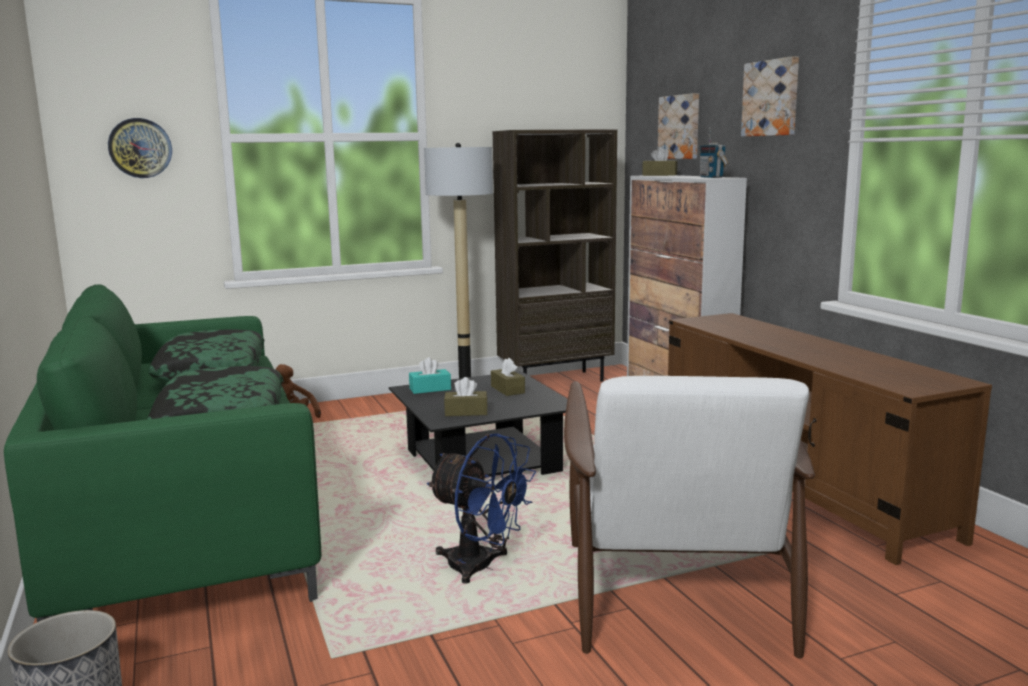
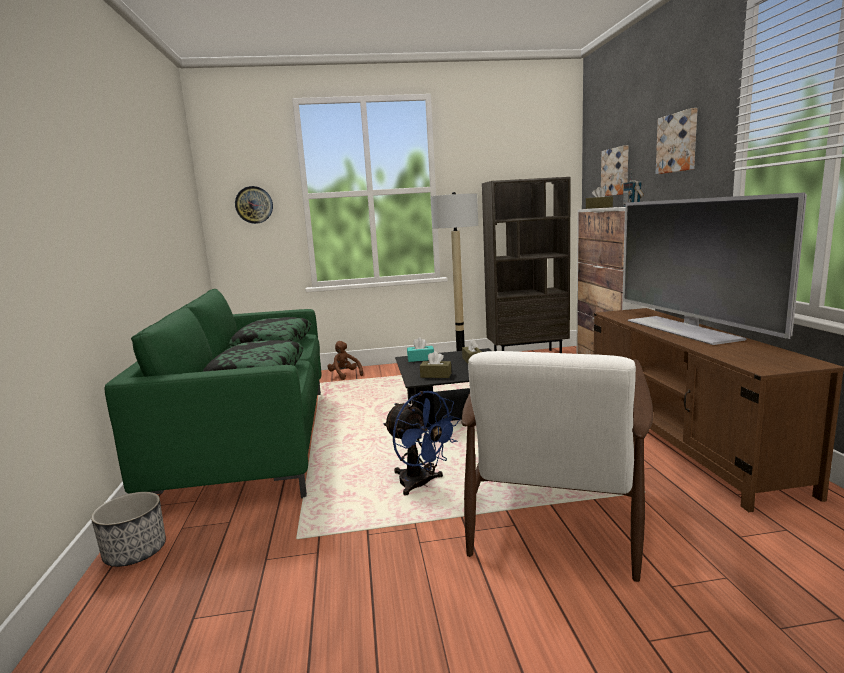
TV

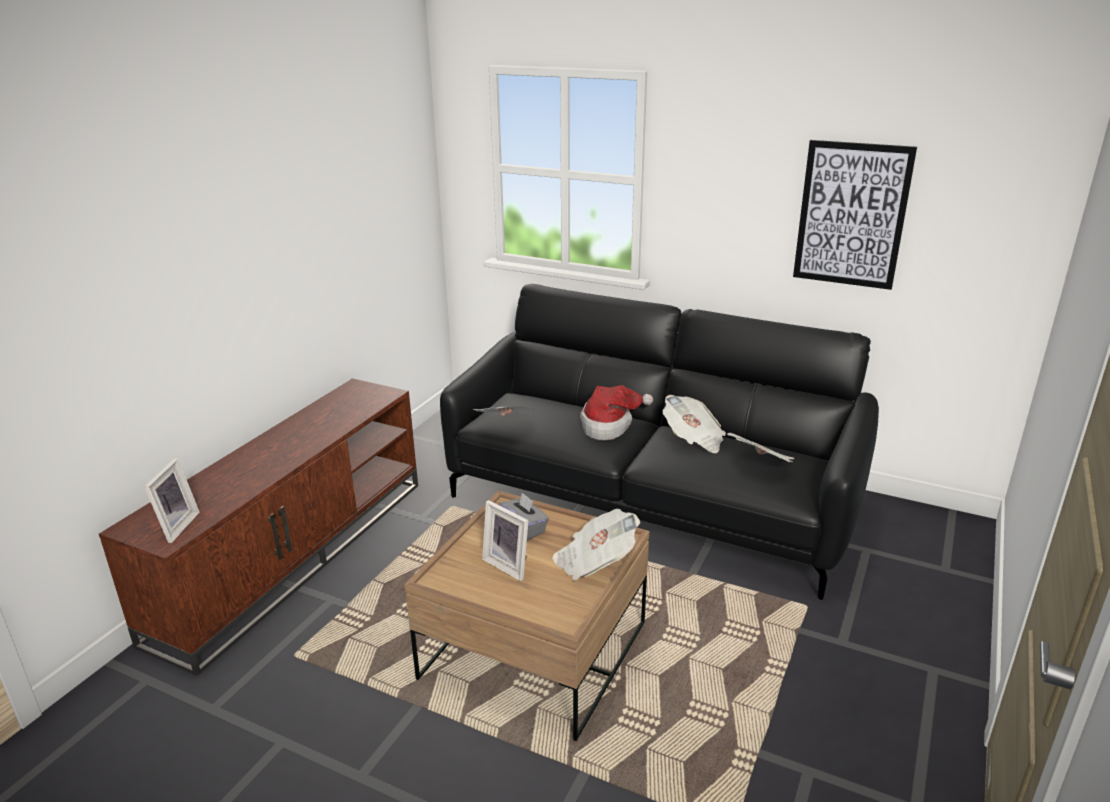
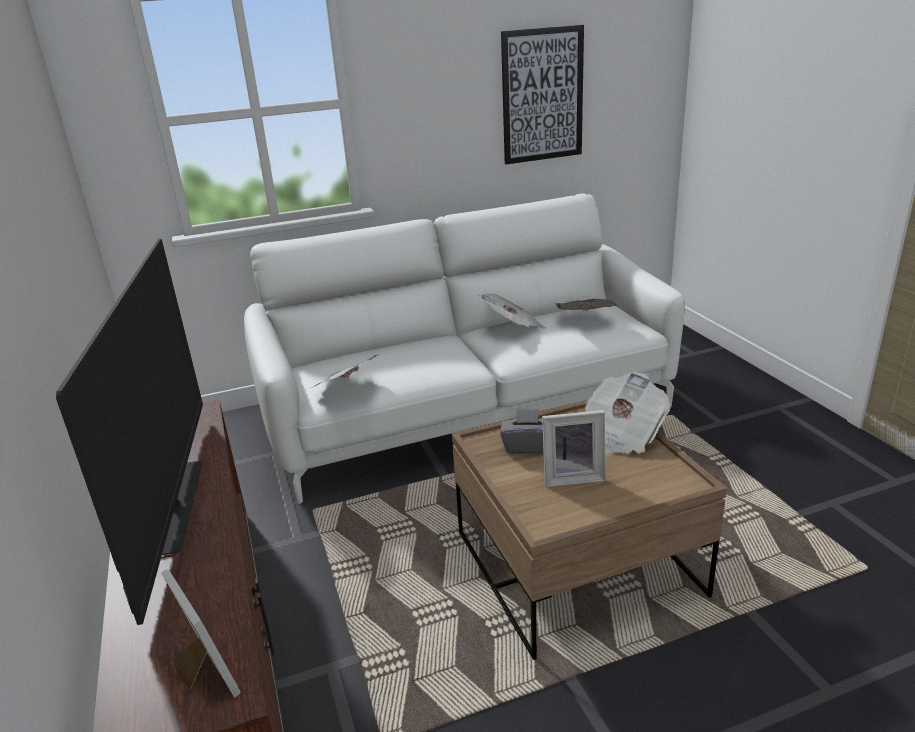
TV
settee (white-coloured)
hat

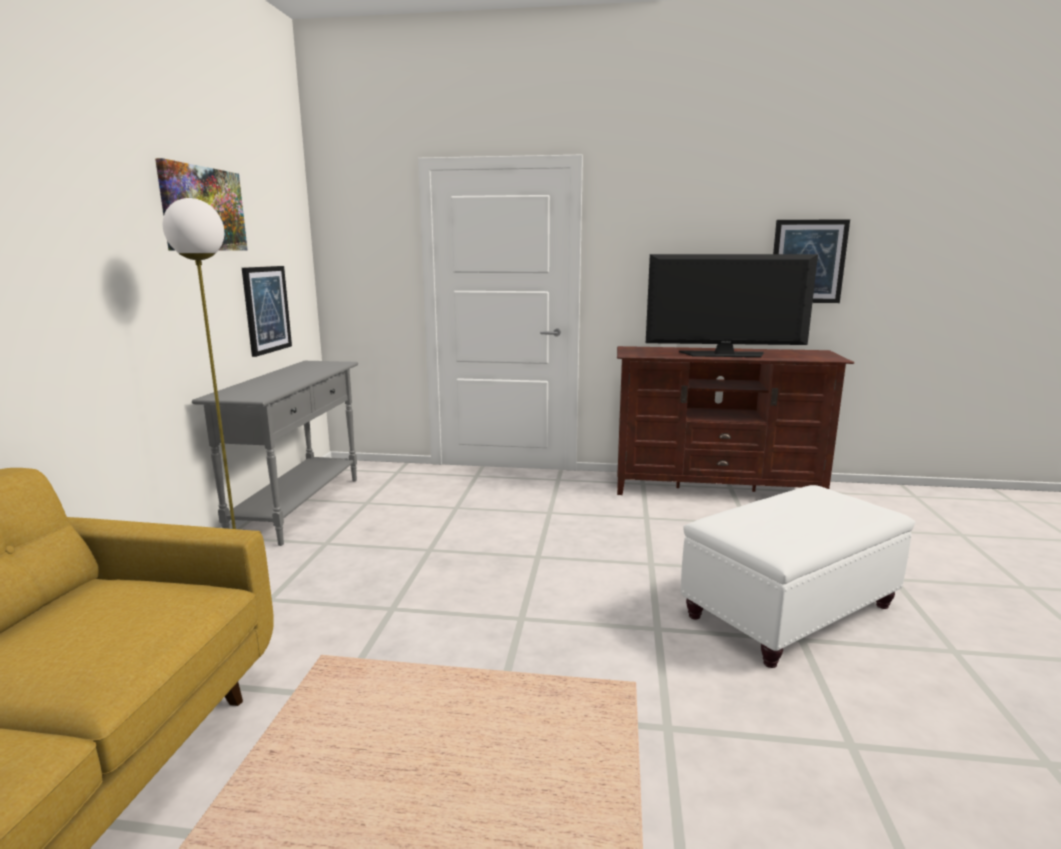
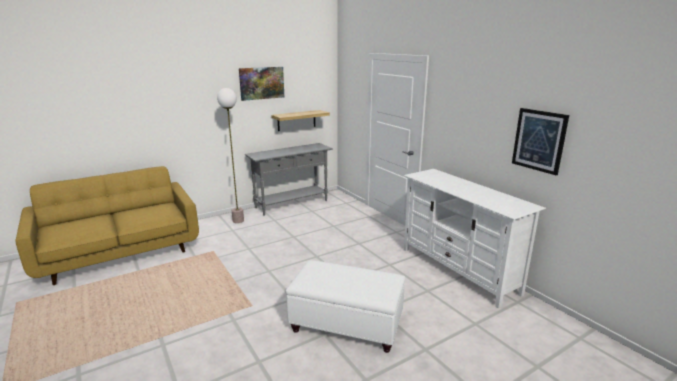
wall shelf
tv stand (white-coloured)
TV

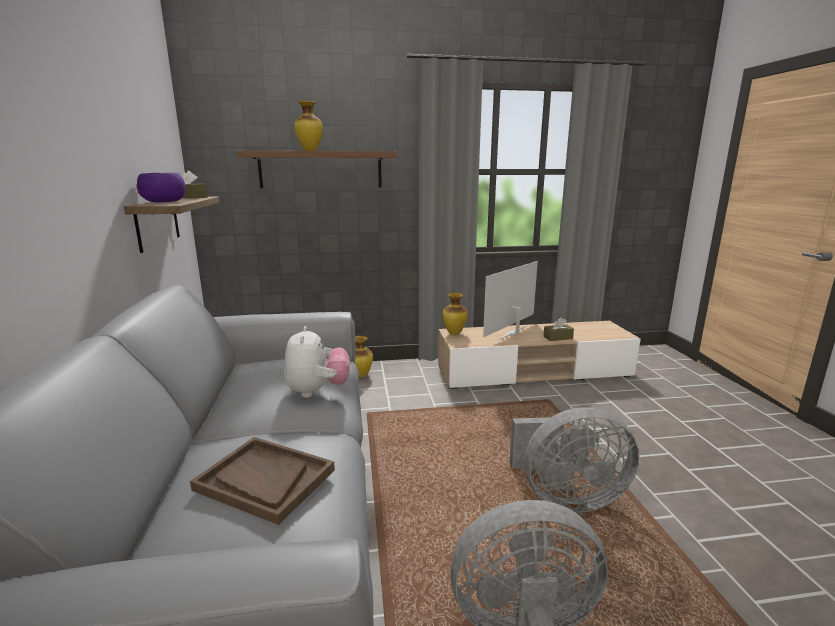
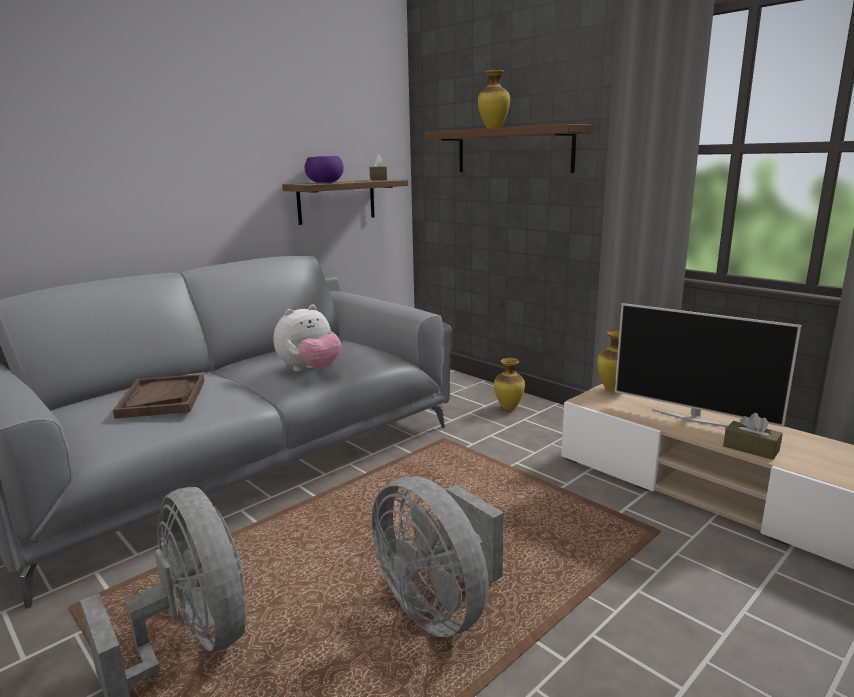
TV

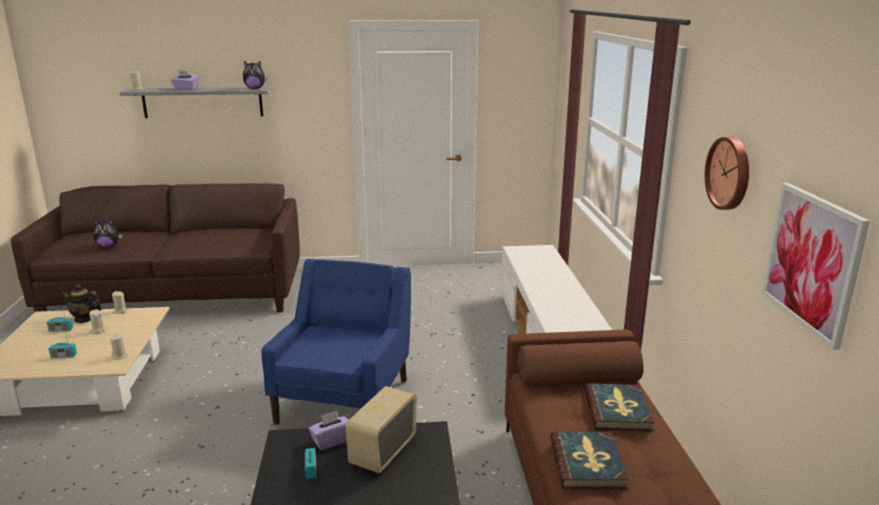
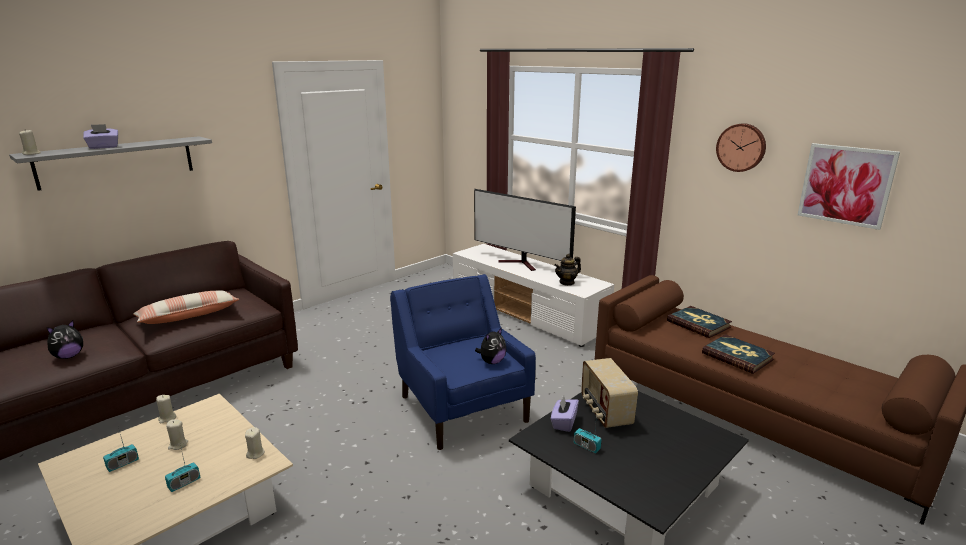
cushion
TV
soft toy (2nd from left)
pot for tea

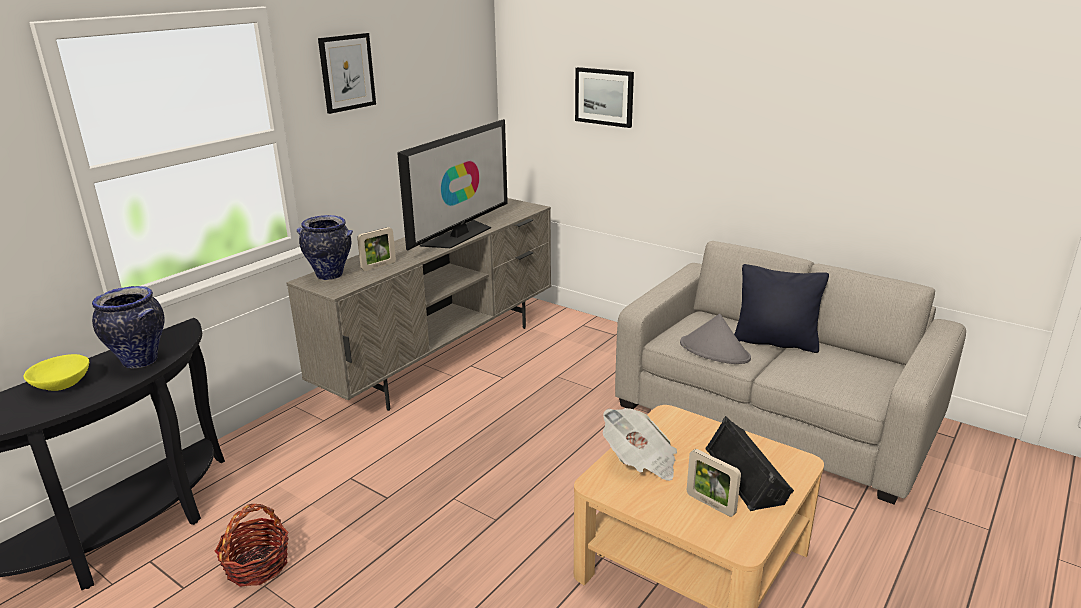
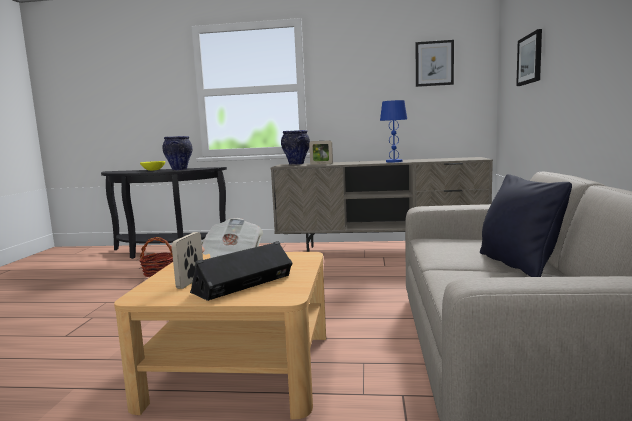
lamp for a table (bluish)
picture (1st from left)
hat (greyish)

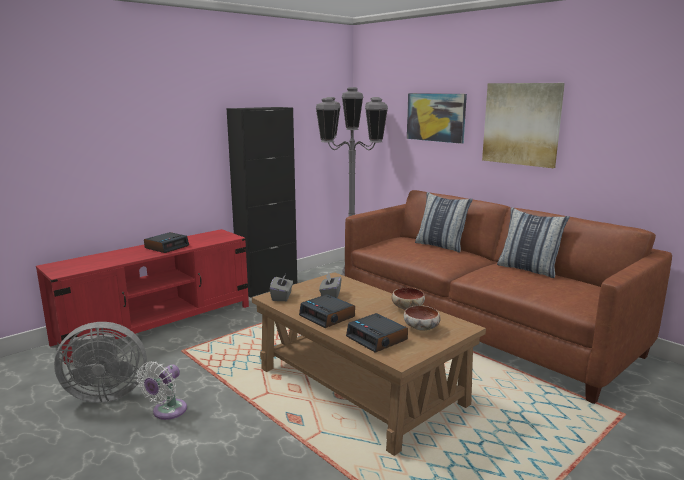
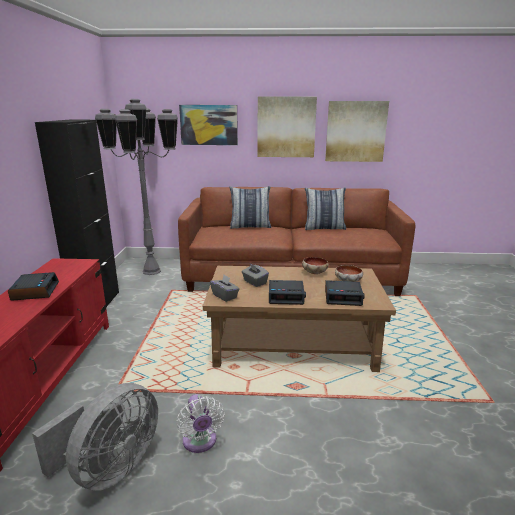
picture (3rd from left)

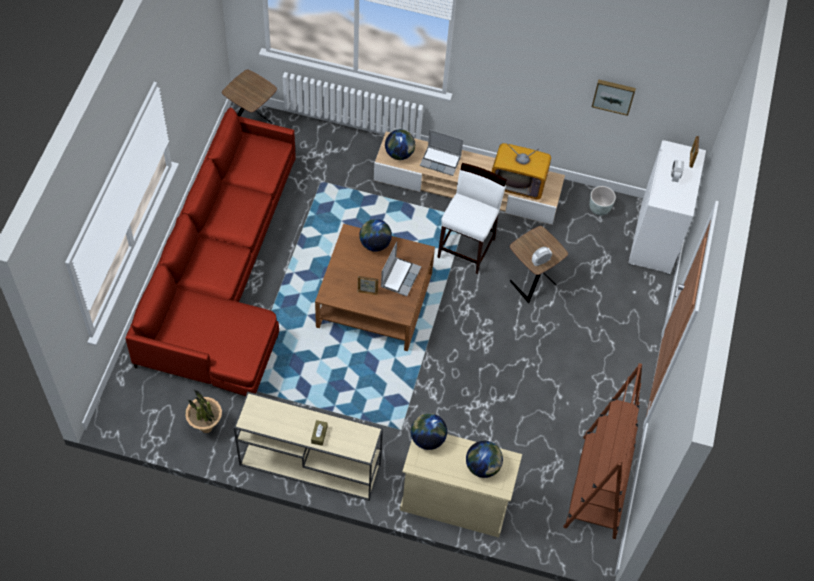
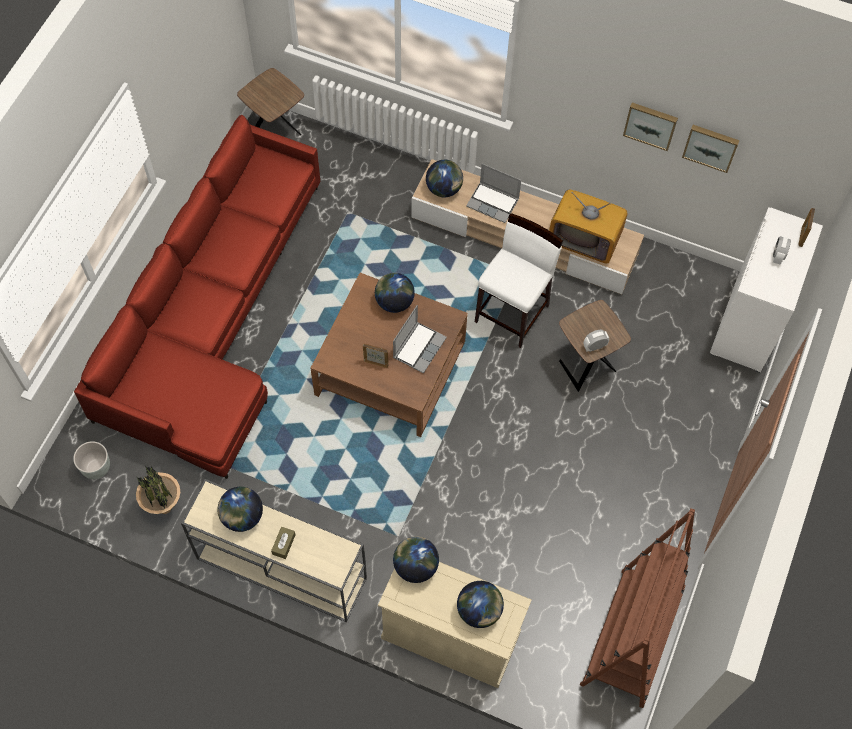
flower pot (greyish)
globe (1st from left)
picture (1st from left)

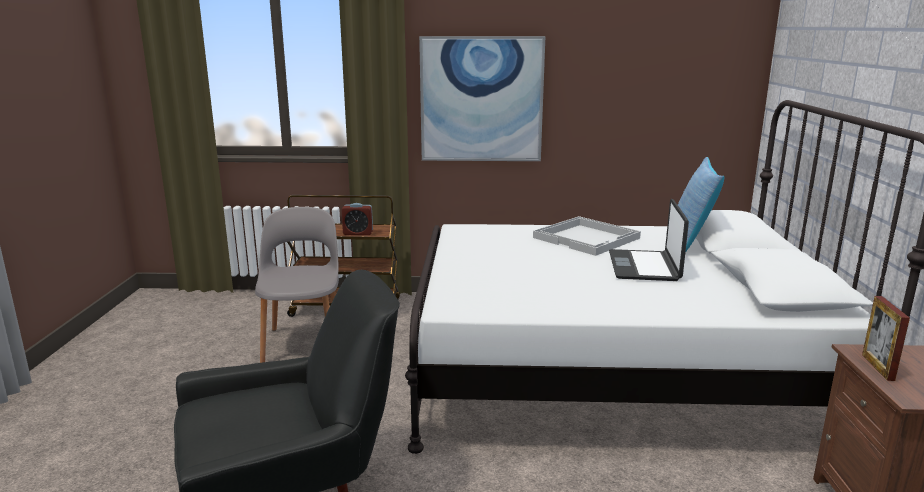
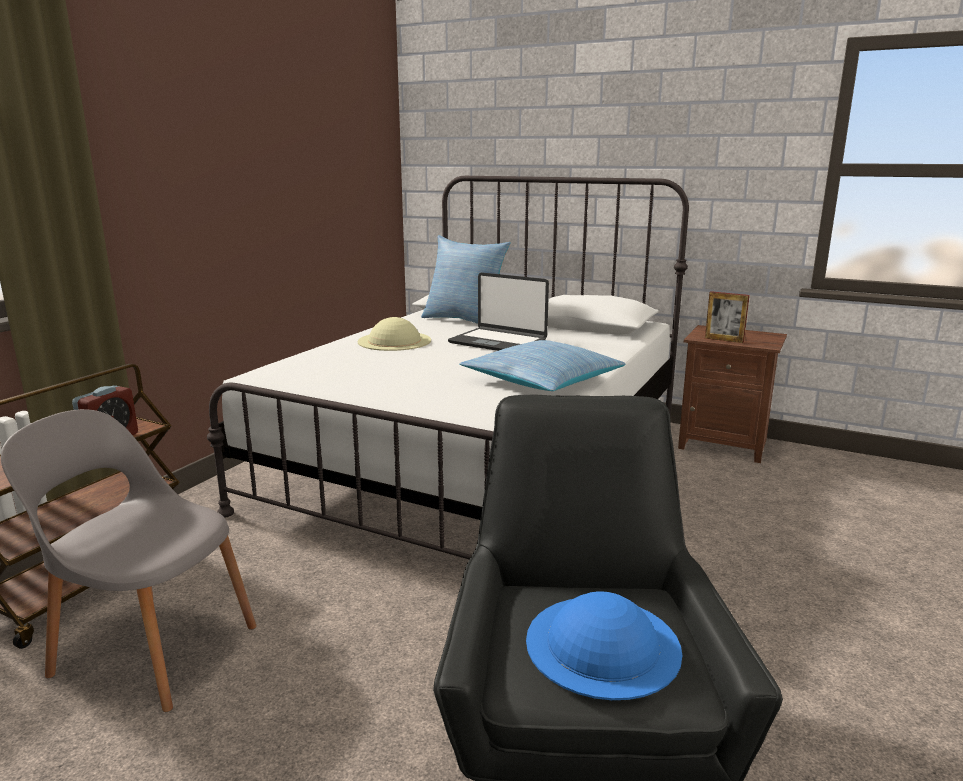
hat (beige-coloured)
cushion (2nd from left)
hat (bluish)
picture

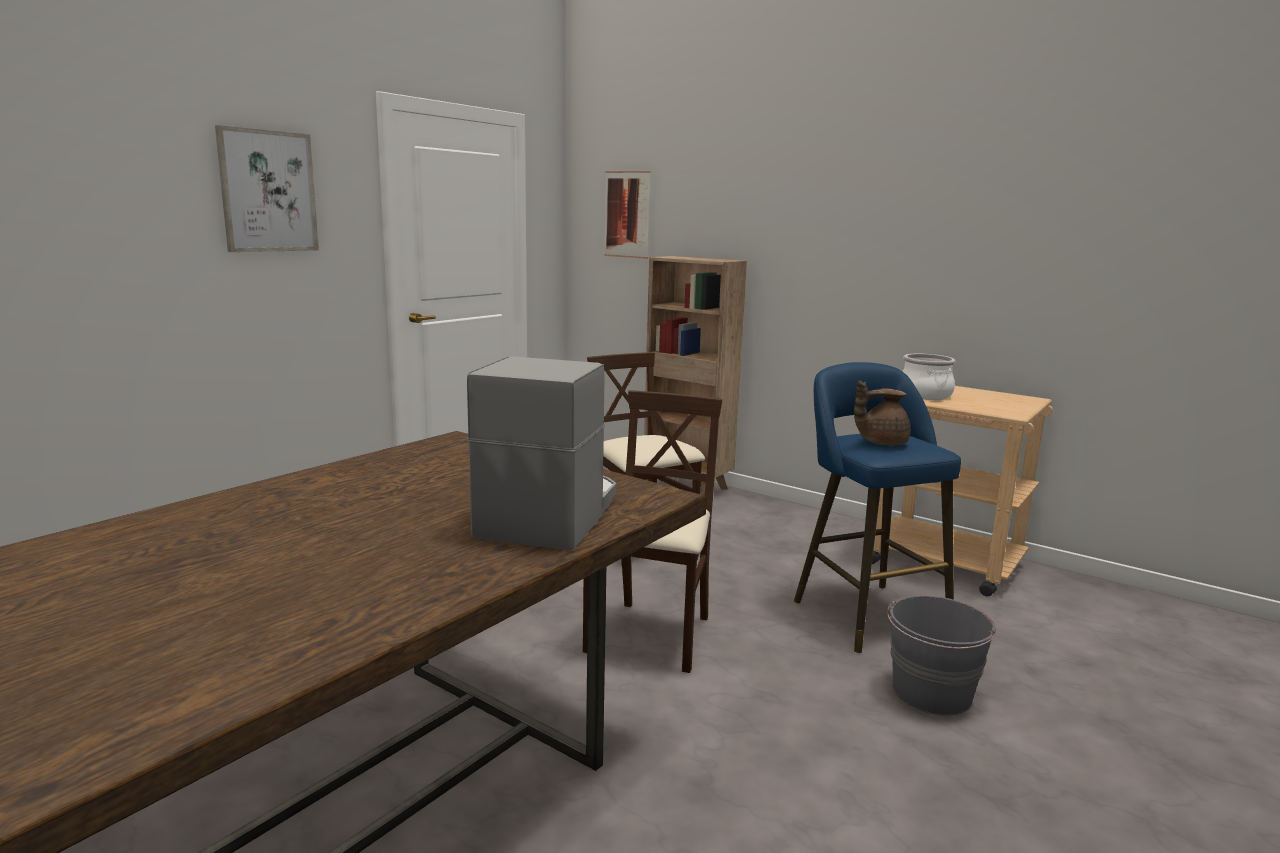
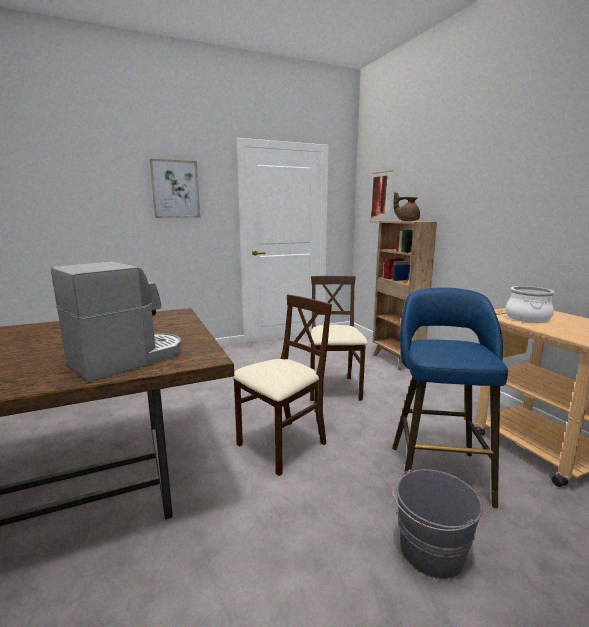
pot for tea (brown-coloured)

